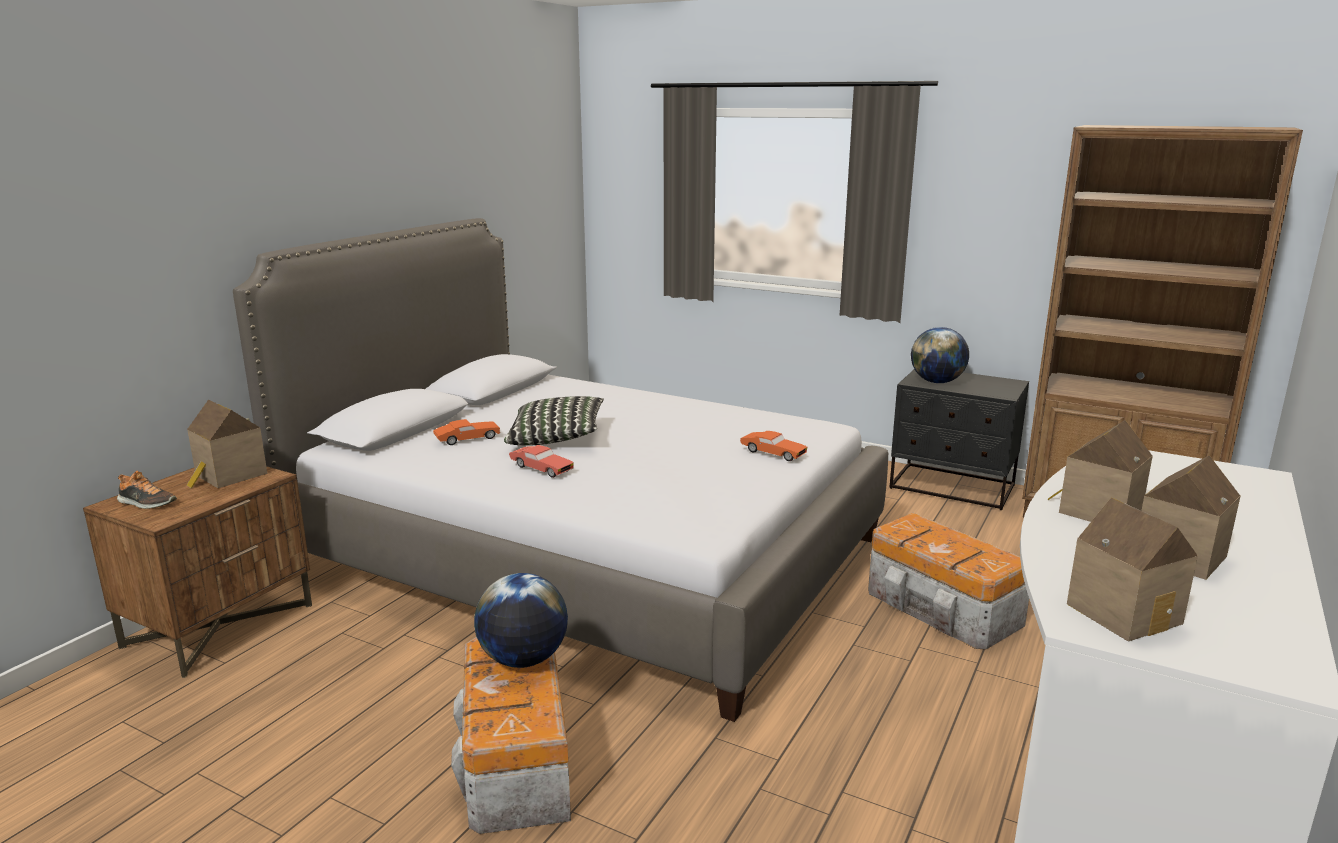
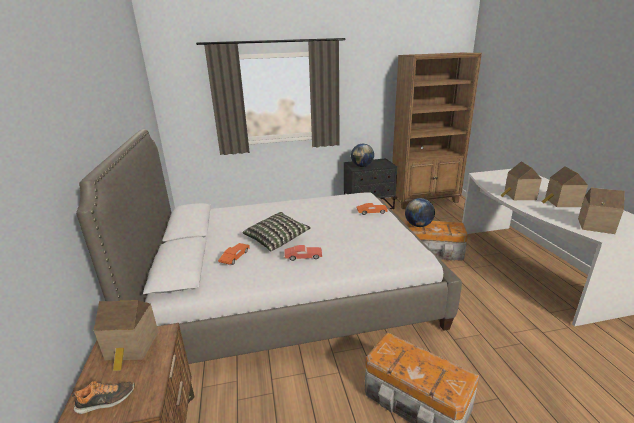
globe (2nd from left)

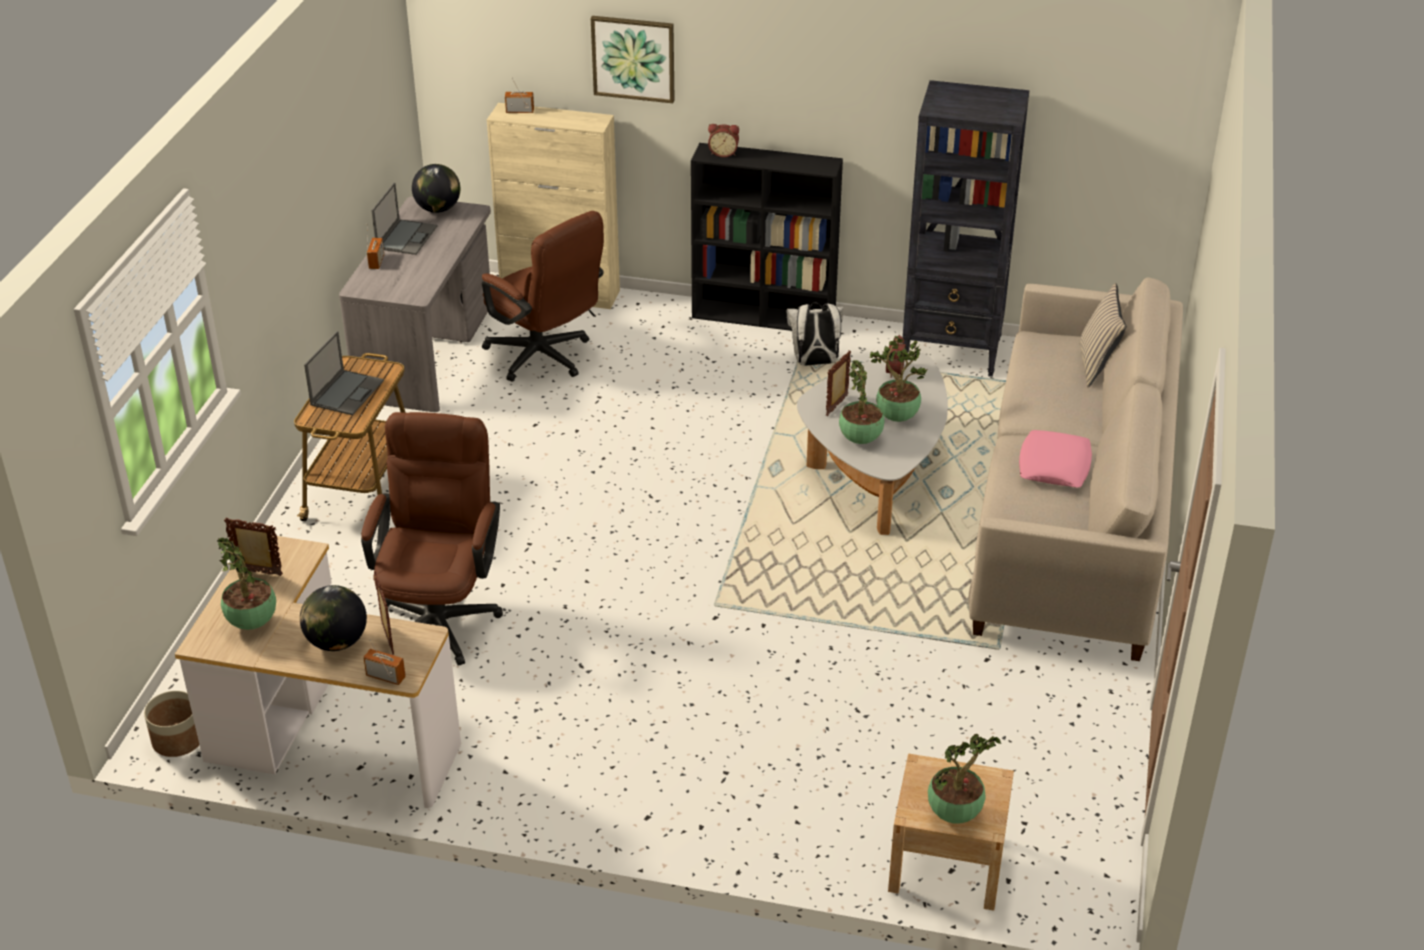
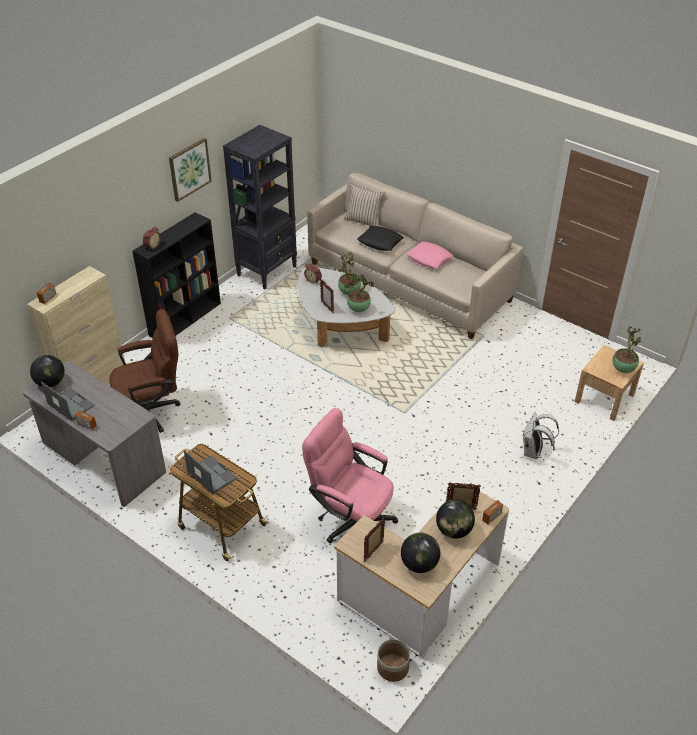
picture
office chair (pink-coloured)
cushion (blackish)
globe (2nd from left)
rucksack (white-coloured)

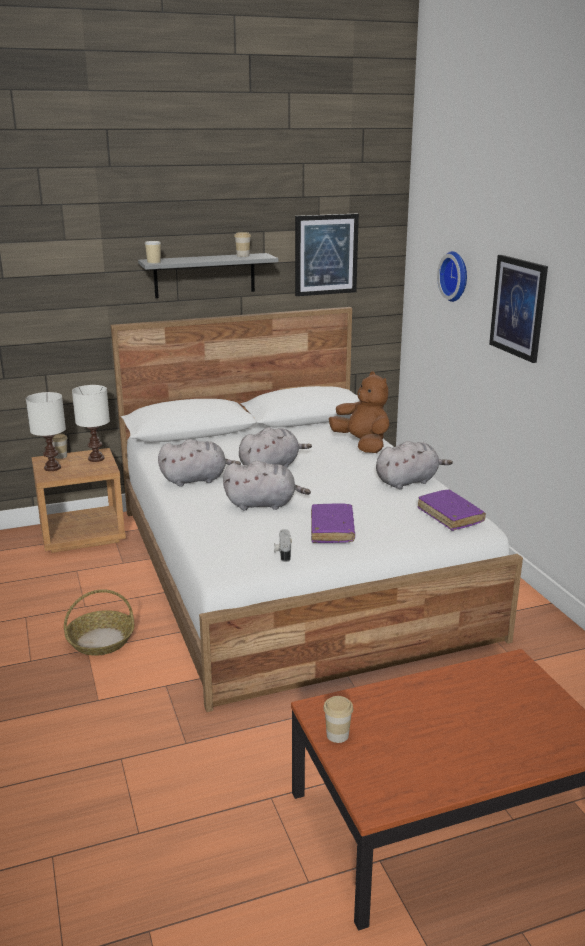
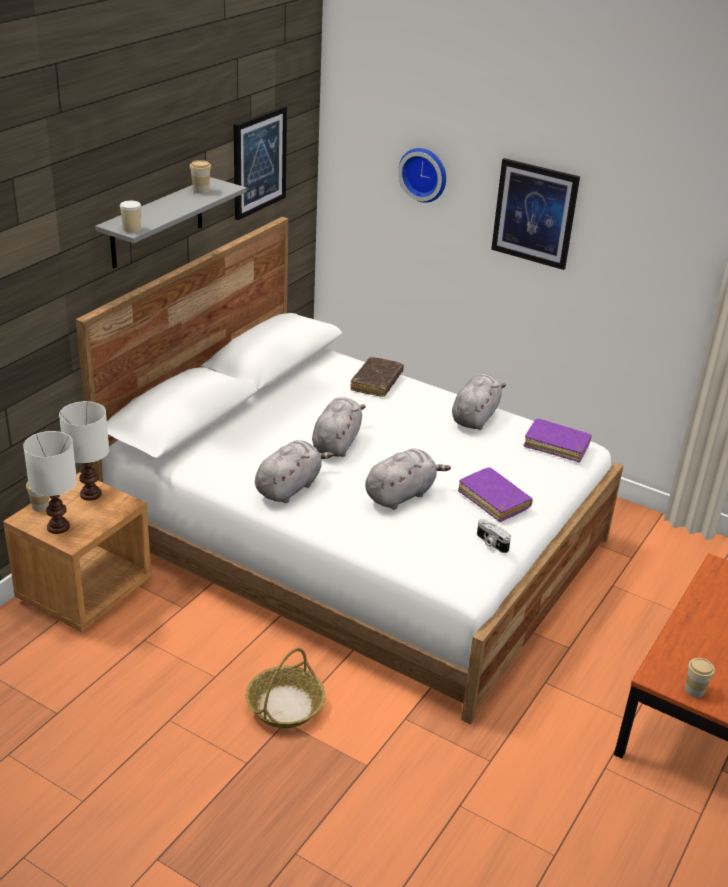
bound book (brown-coloured)

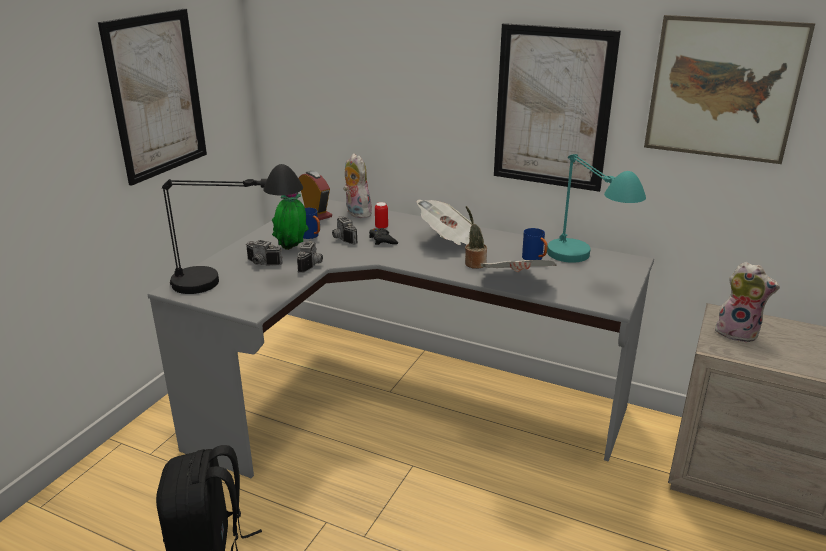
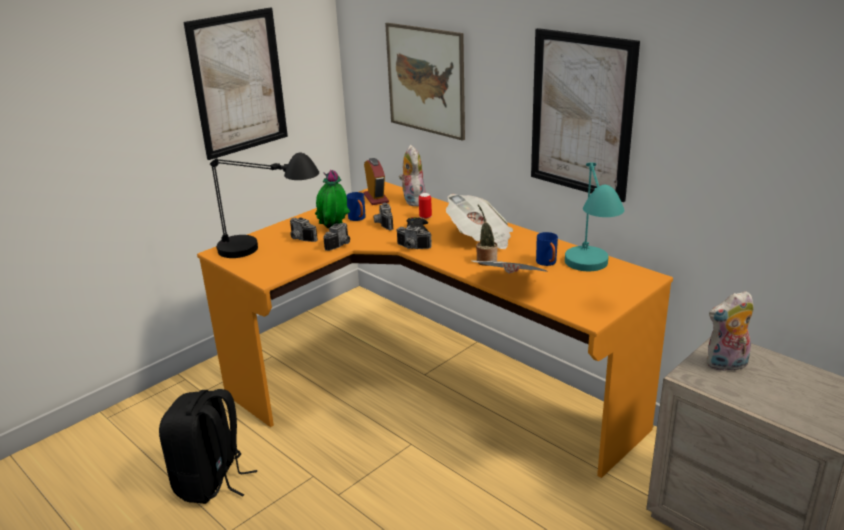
desk table (orange-coloured)
picture (2nd from left)
still camera (4th from left)
soft toy (2nd from left)

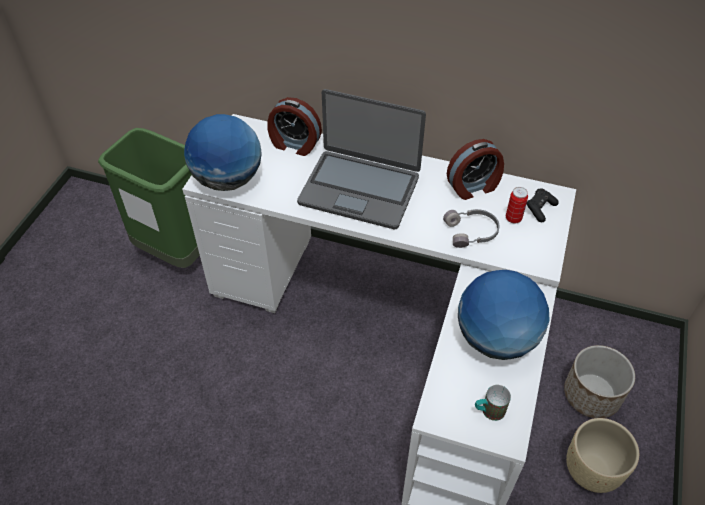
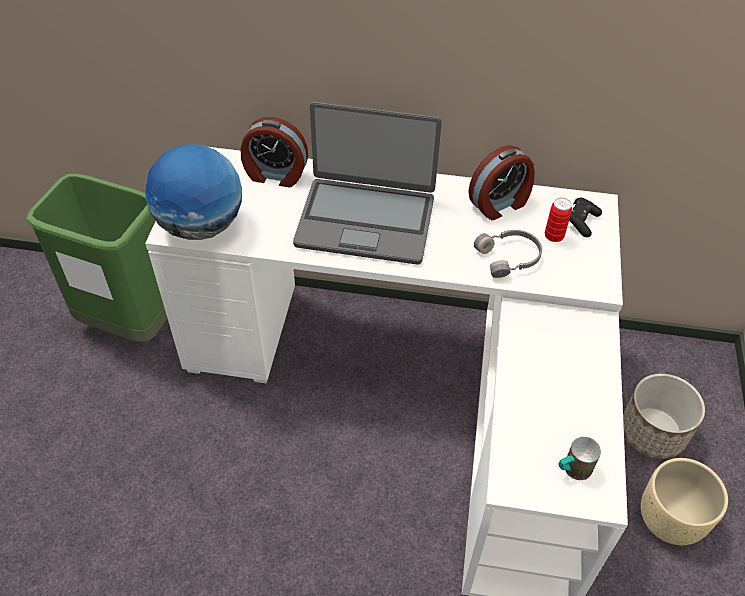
globe (2nd from left in the first image)

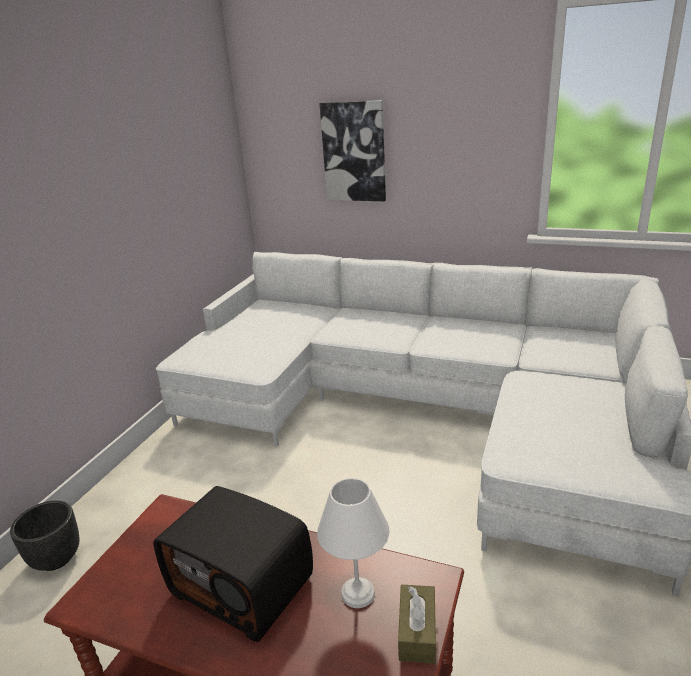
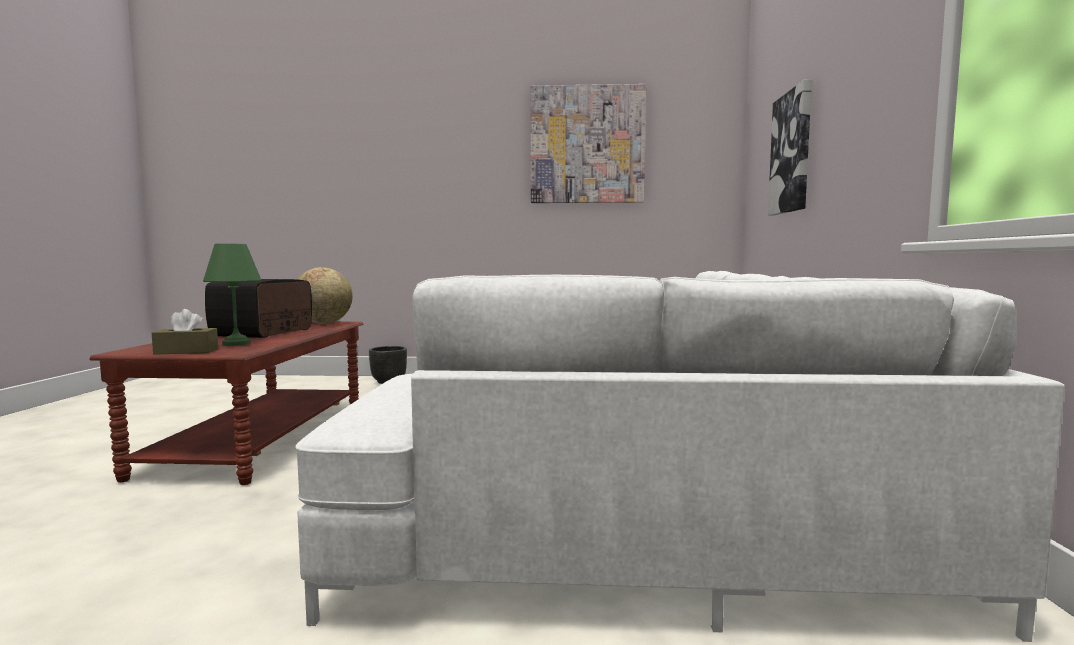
lamp for a table (green)
globe
picture (1st from left)

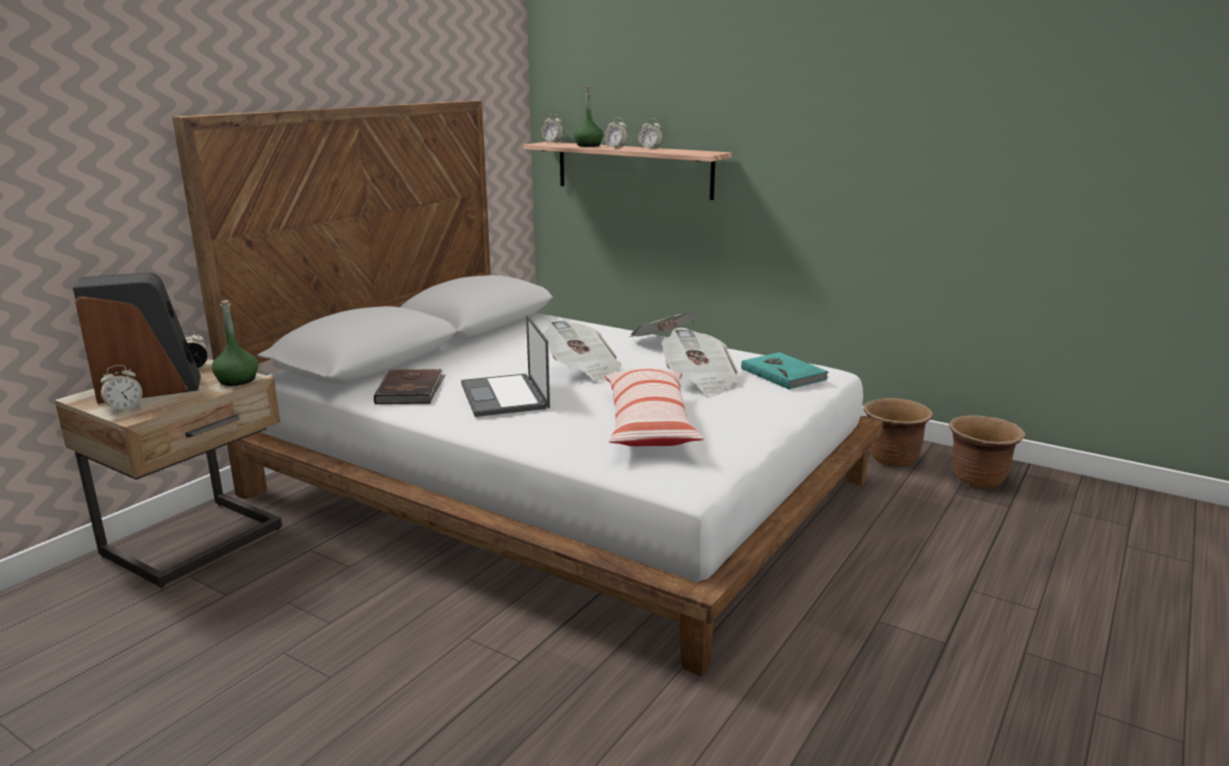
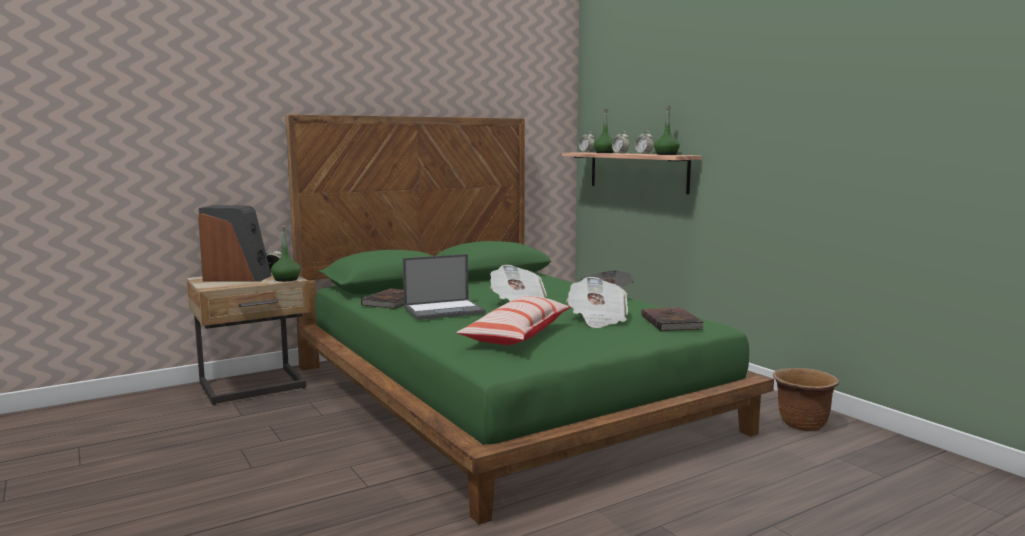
bed (green)
laptop
bound book (brown-coloured) (2nd from left)
drink bottle (green) (3rd from left)
table clock (1st from left in the first image)
flower pot (brown-coloured) (2nd from left in the first image)

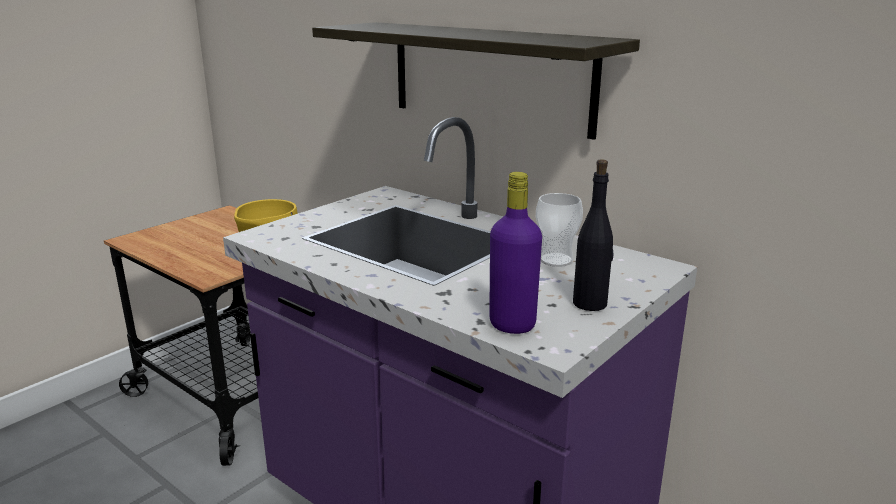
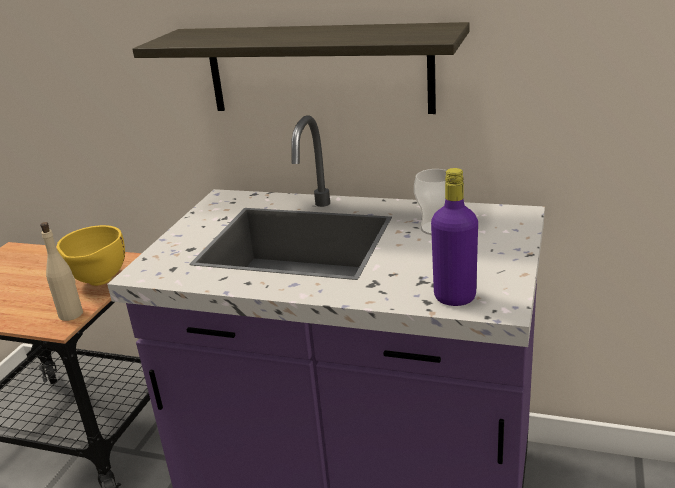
drink bottle (beige-coloured)
drink bottle (blackish)

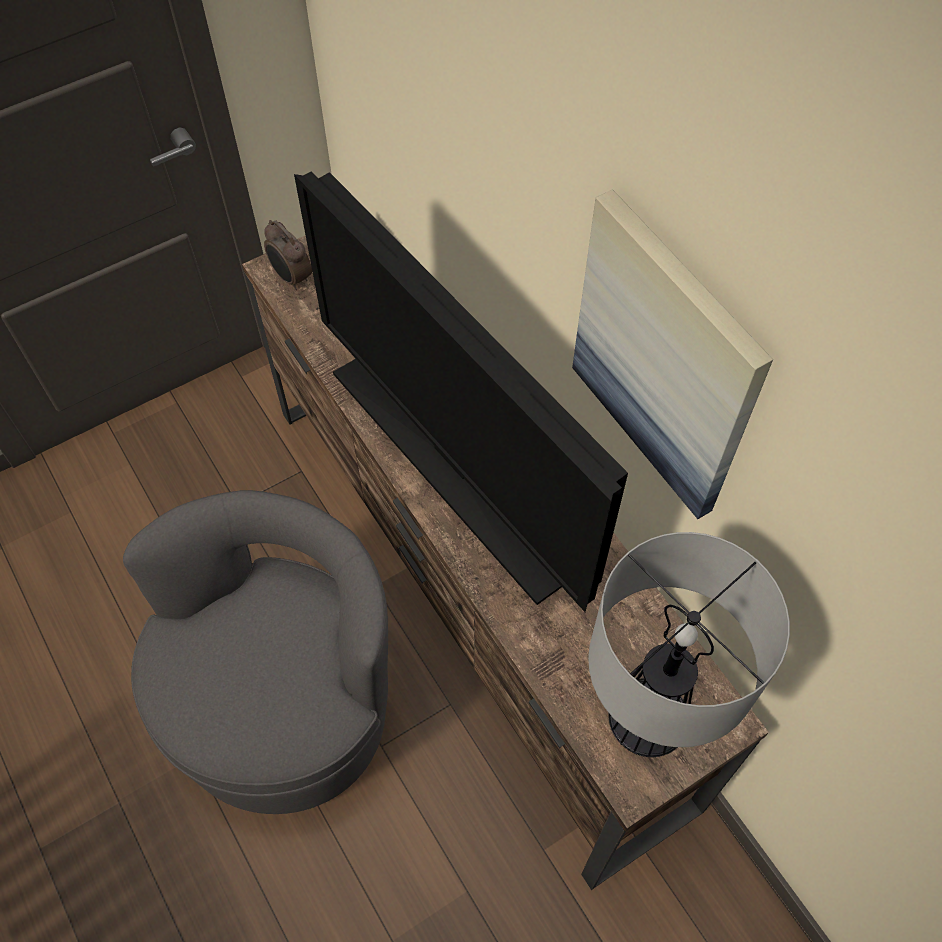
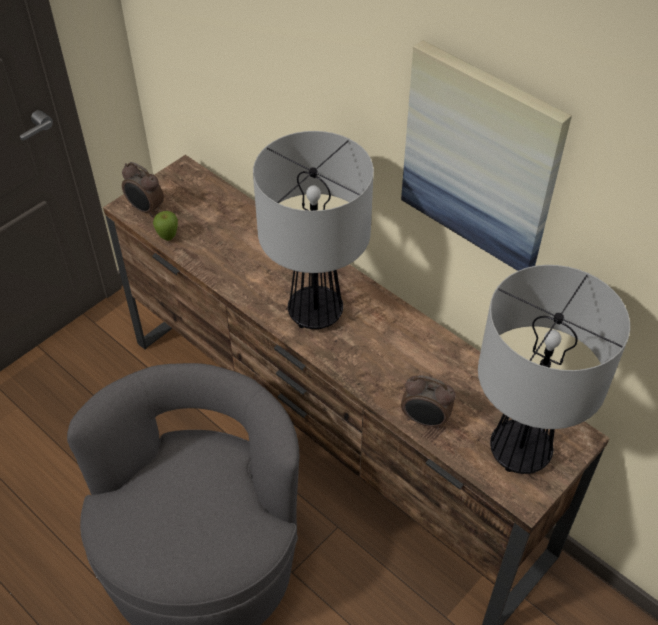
apple
lamp for a table (1st from left)
table clock (2nd from left)

